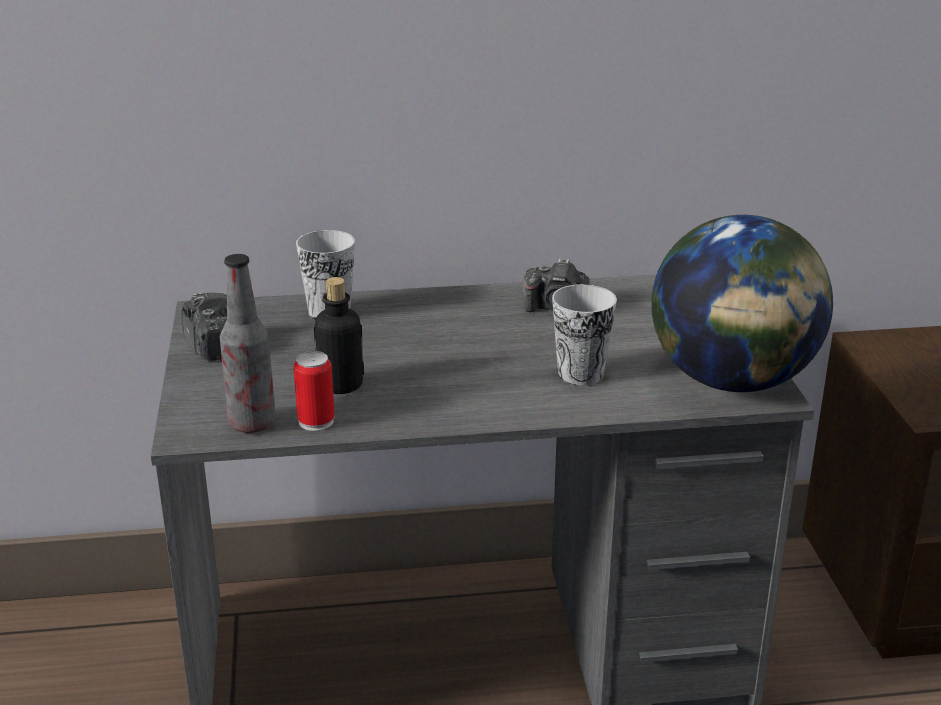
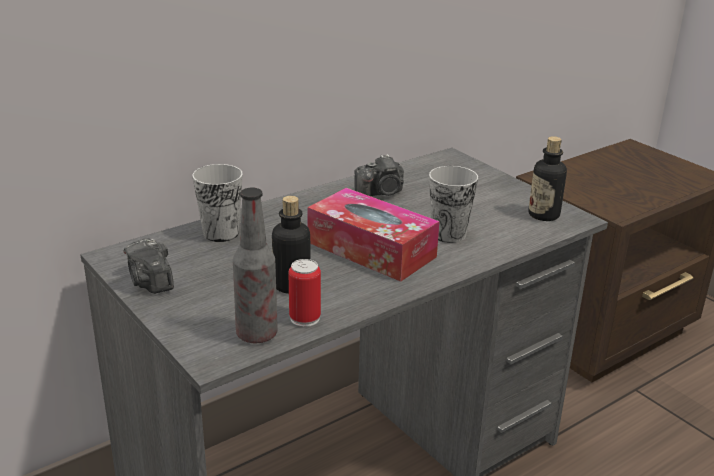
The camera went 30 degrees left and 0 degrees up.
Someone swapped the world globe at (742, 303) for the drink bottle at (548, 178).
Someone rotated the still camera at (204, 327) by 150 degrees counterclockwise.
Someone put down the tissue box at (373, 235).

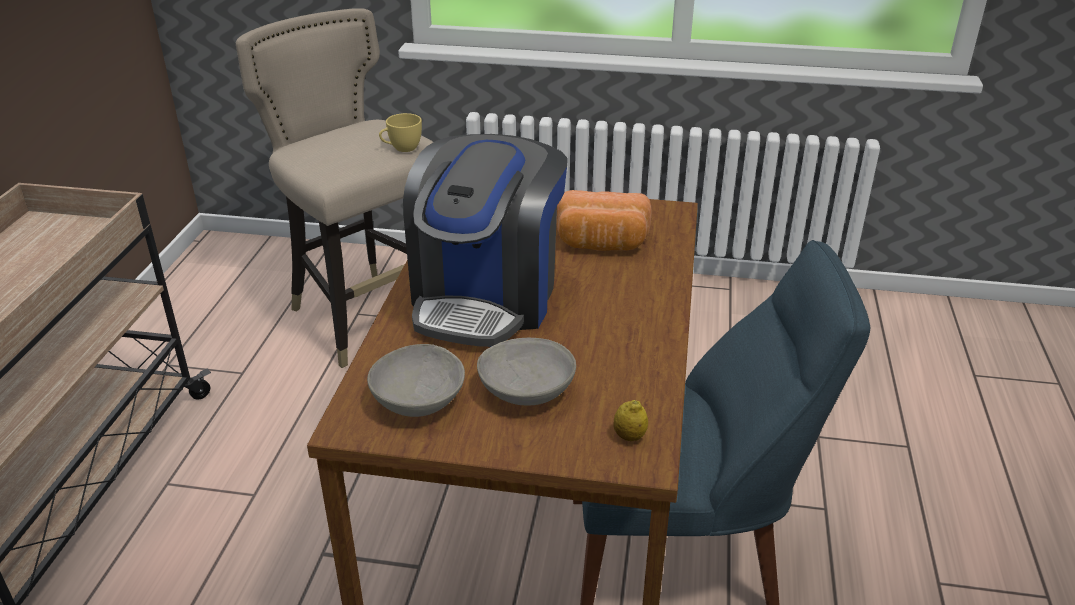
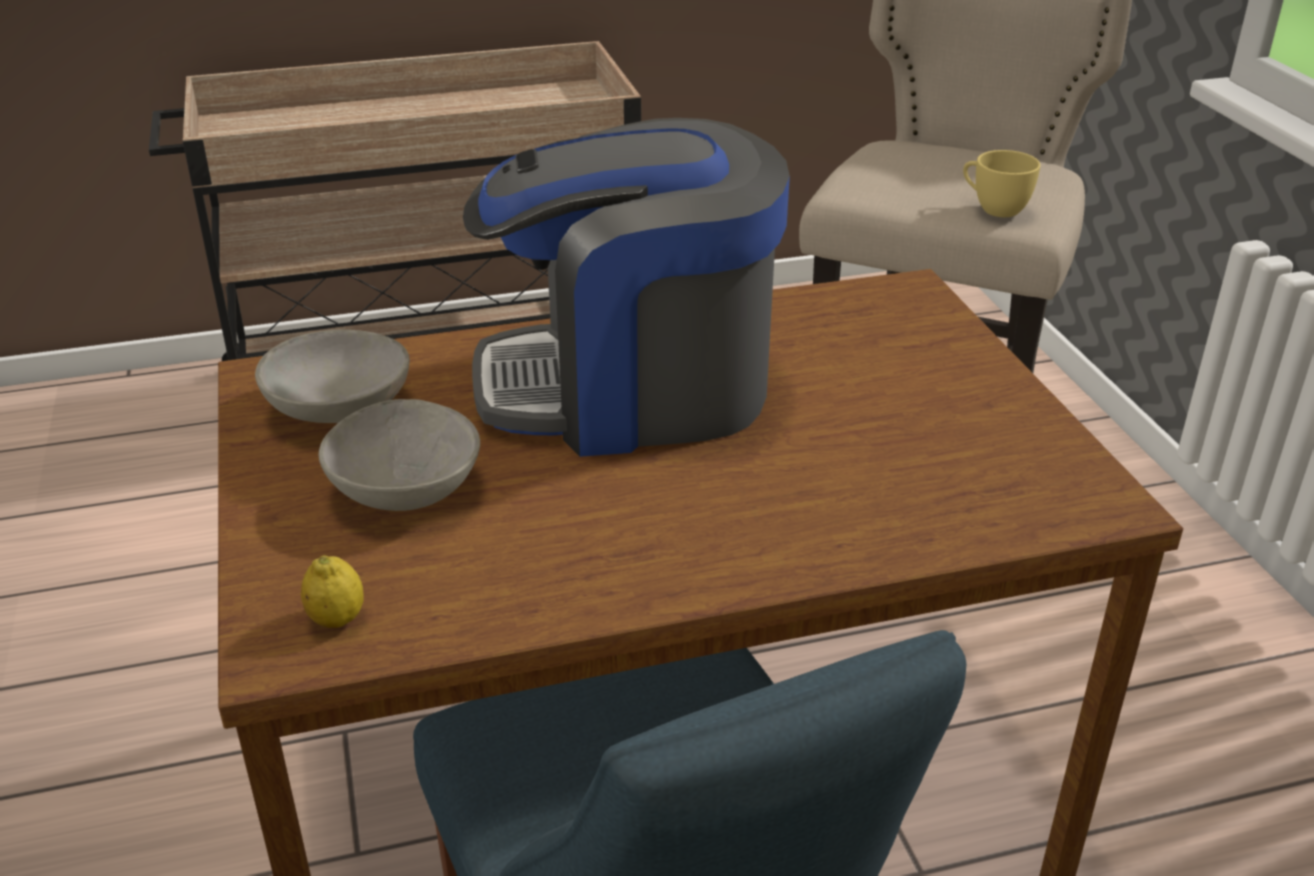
The camera went 65 degrees right and 0 degrees up.
Someone took away the bakery bread at (604, 220).

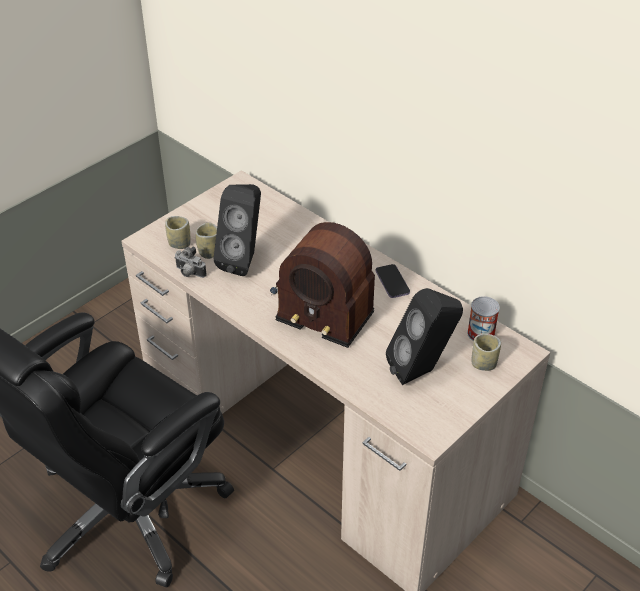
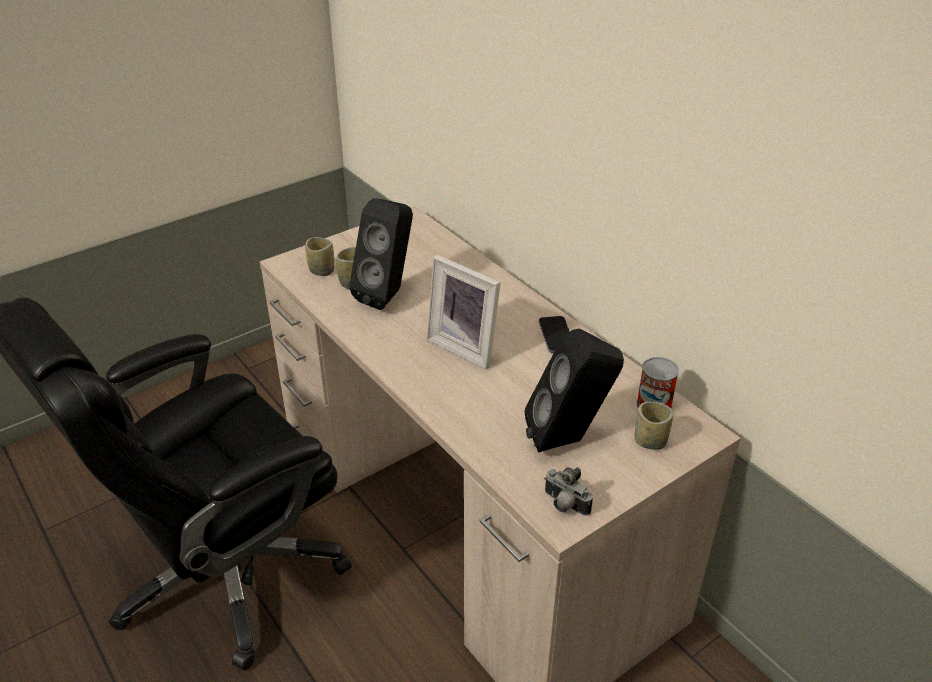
The camera went 10 degrees right and 5 degrees down.
Someone swapped the radio at (322, 285) for the standing frame at (464, 312).
Someone carried the still camera from (190, 262) to (568, 491).

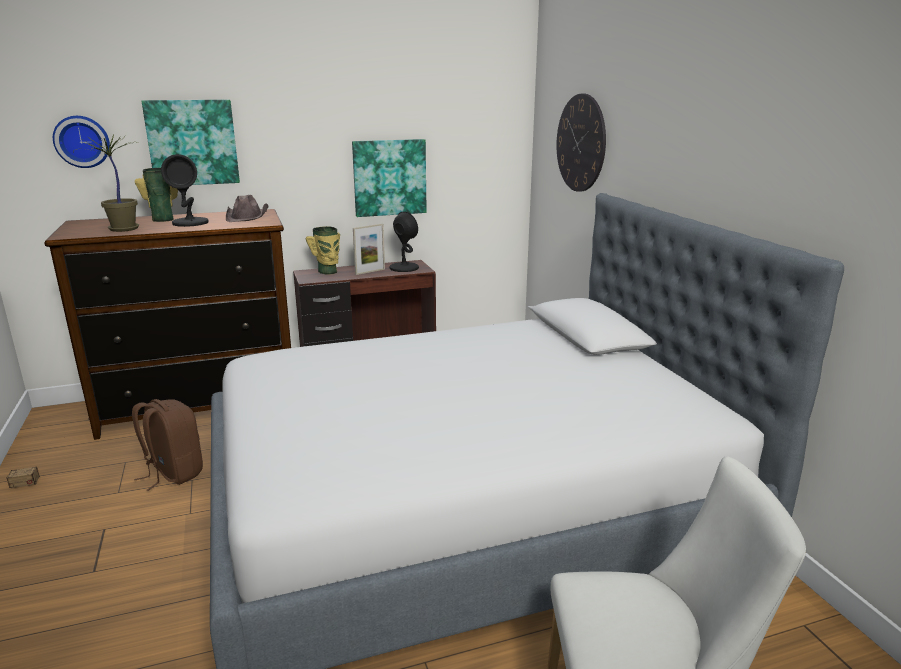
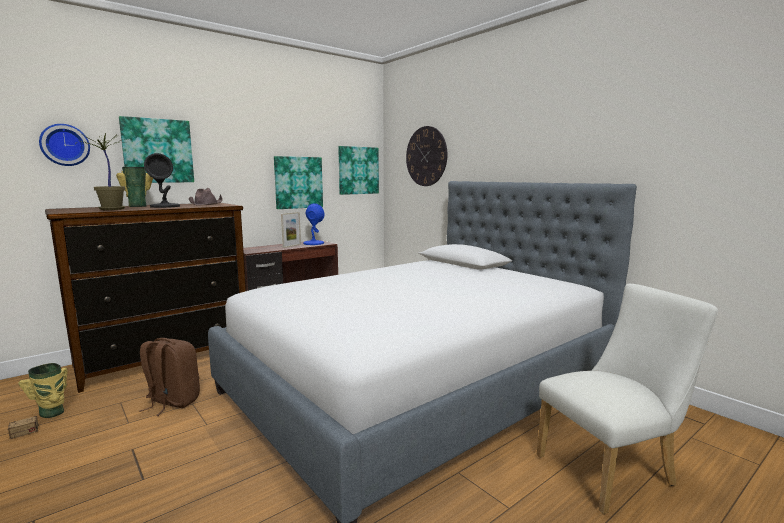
The camera went 20 degrees left and 10 degrees down.
Someone repainted the black lamp for a table at (404, 241), which became the blue lamp for a table at (313, 224).
Someone carried the vase from (323, 250) to (43, 390).
Someone put up the picture at (358, 170).

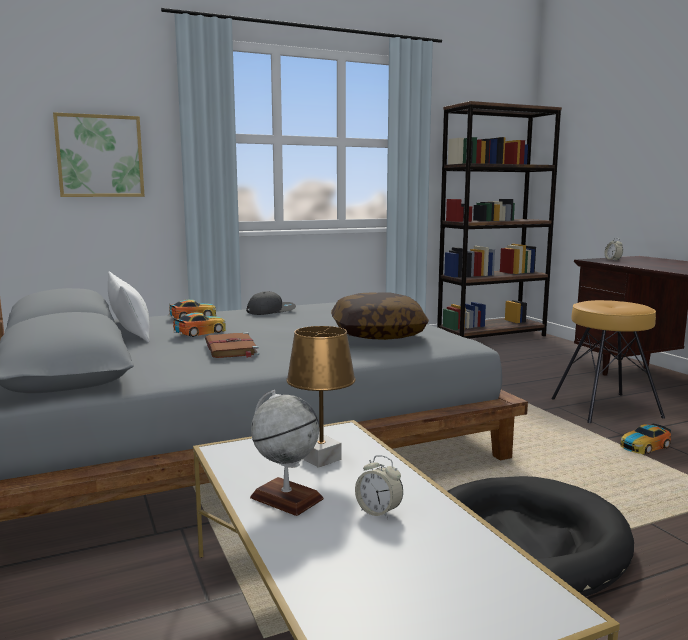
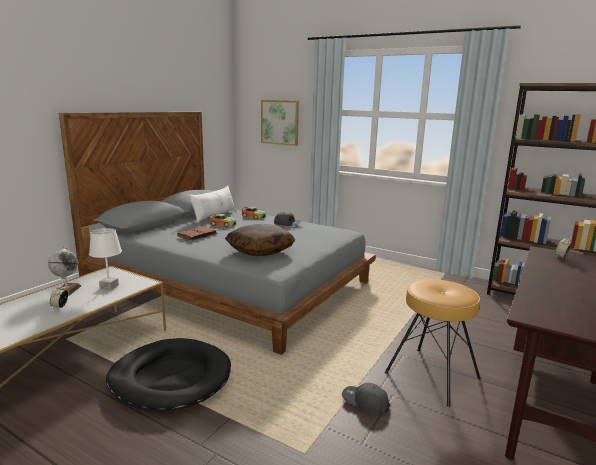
The camera went 55 degrees right and 5 degrees up.
Someone repainted the brownish lamp for a table at (321, 397), which became the white lamp for a table at (105, 259).
Someone swapped the miniature car at (645, 439) for the greyish peaked cap at (365, 398).

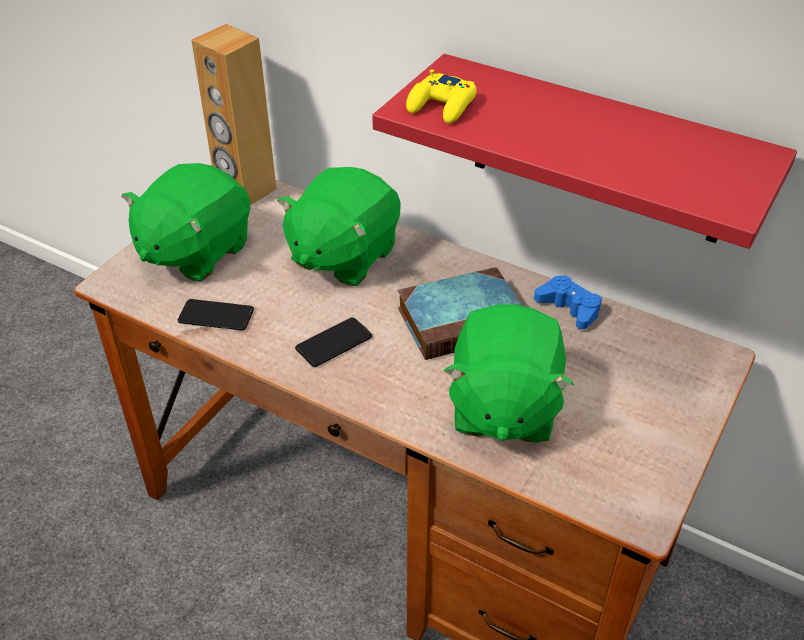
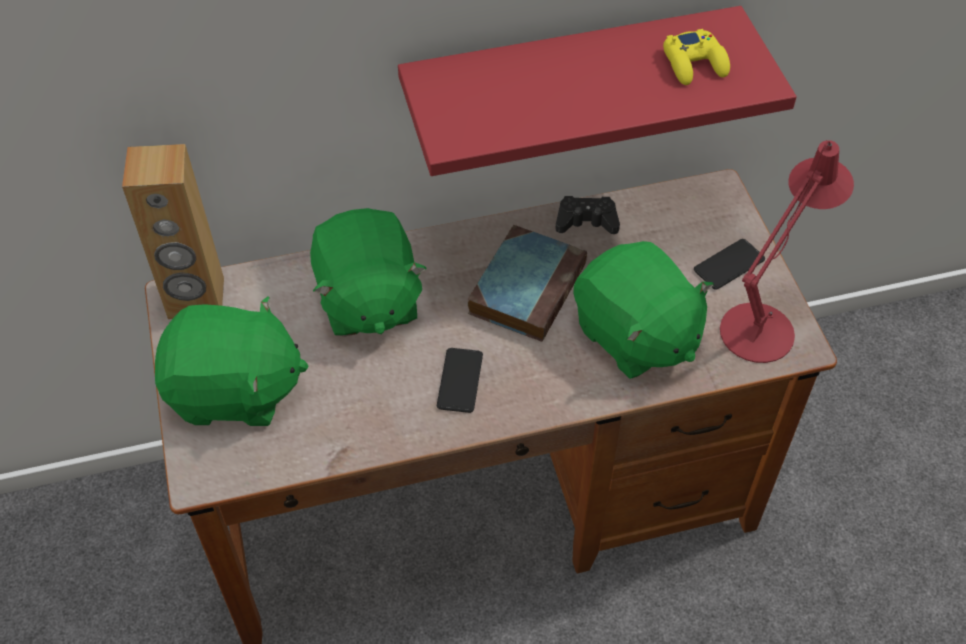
The camera went 45 degrees left and 10 degrees up.
Someone carried the yellow joypad from (441, 96) to (696, 57).
Someone rotated the greenish soft toy at (186, 222) by 75 degrees counterclockwise.
Someone repainted the blue joypad at (568, 302), which became the black joypad at (587, 215).
Someone carried the telephone from (216, 315) to (729, 264).
Someone put down the red-coloured lamp for a table at (787, 251).

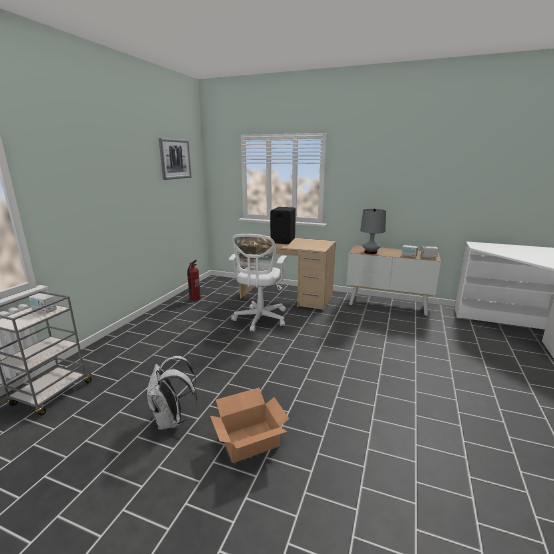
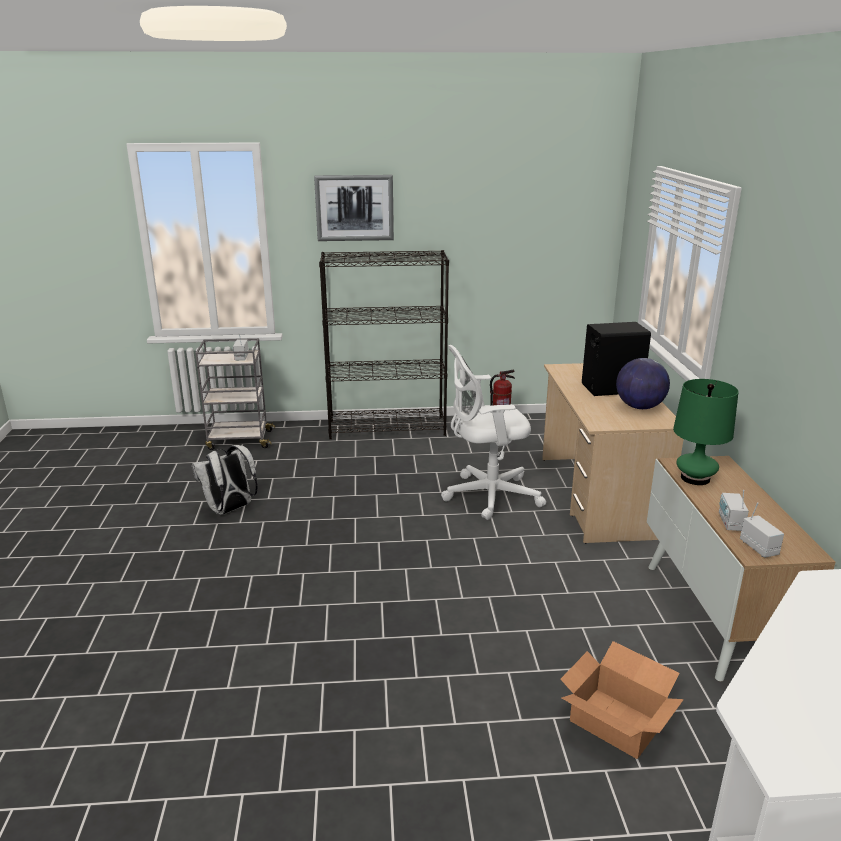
The camera went 65 degrees right and 5 degrees up.
Someone carried the picture from (175, 159) to (354, 208).
Someone repainted the greyish lamp for a table at (373, 231), which became the greenish lamp for a table at (706, 432).
Someone carried the cardboard box from (249, 425) to (622, 700).
Someone put down the black bookshelf at (384, 344).
Someone put down the world globe at (643, 383).

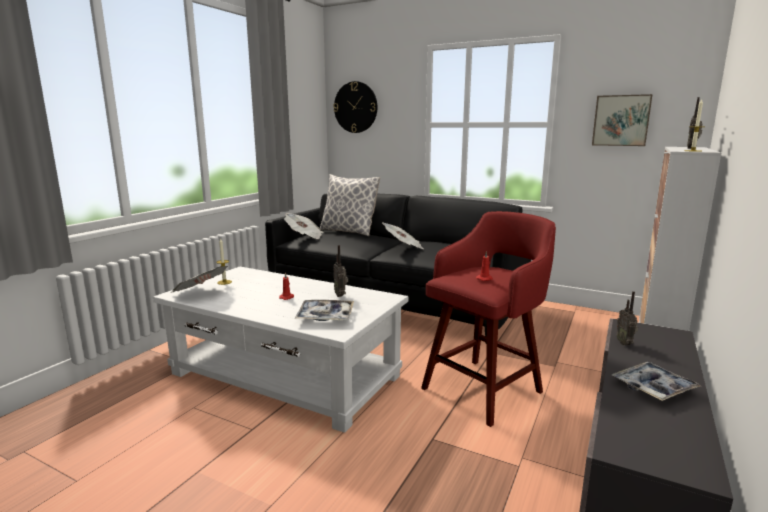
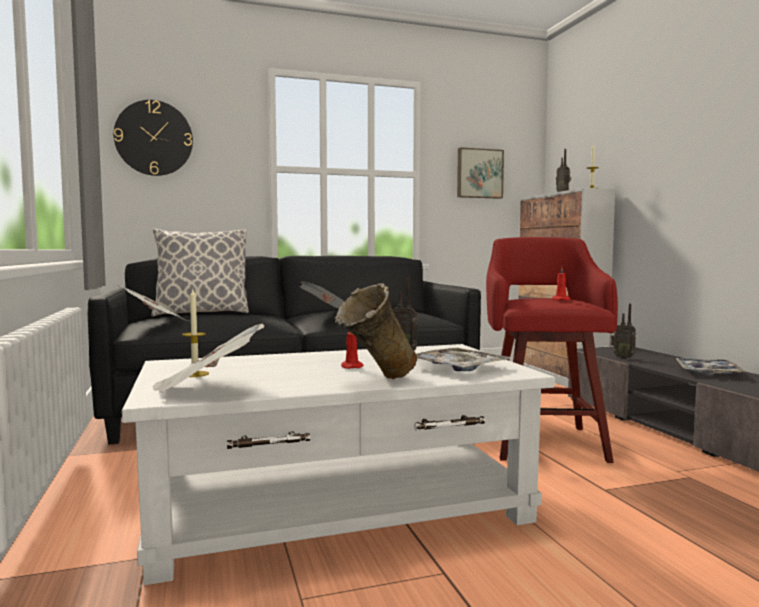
The camera went 45 degrees left and 10 degrees down.
Someone put down the beige-coloured vase at (375, 331).

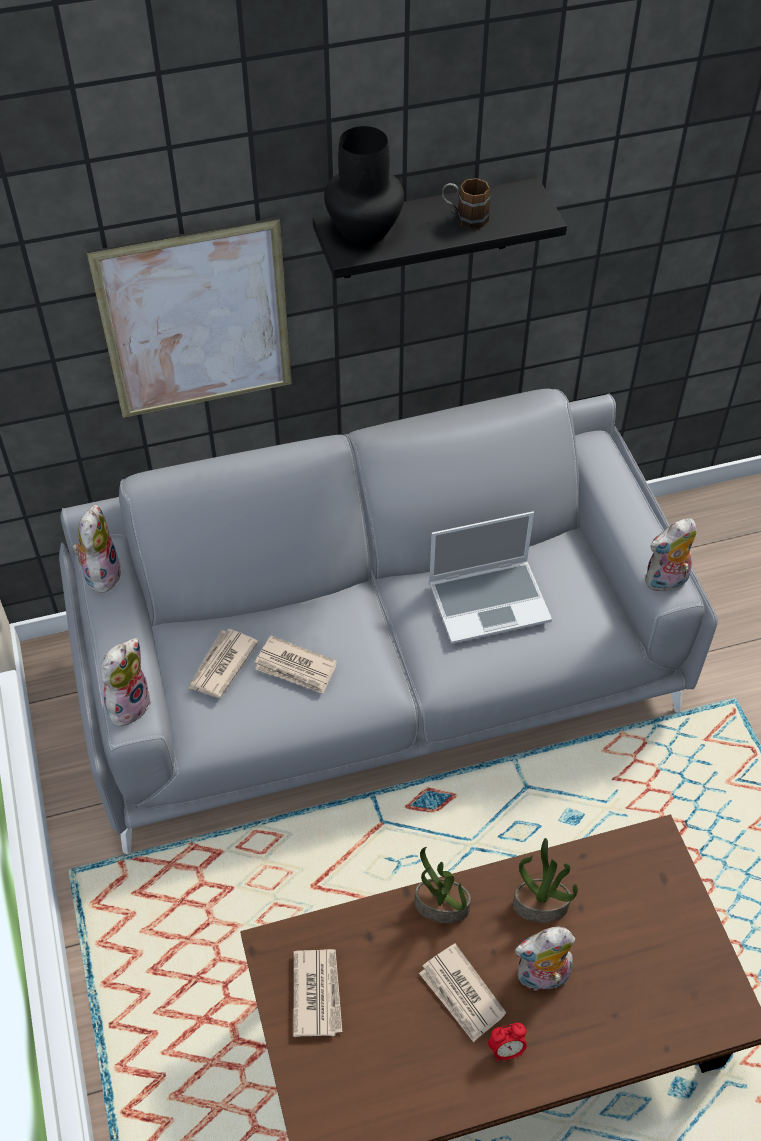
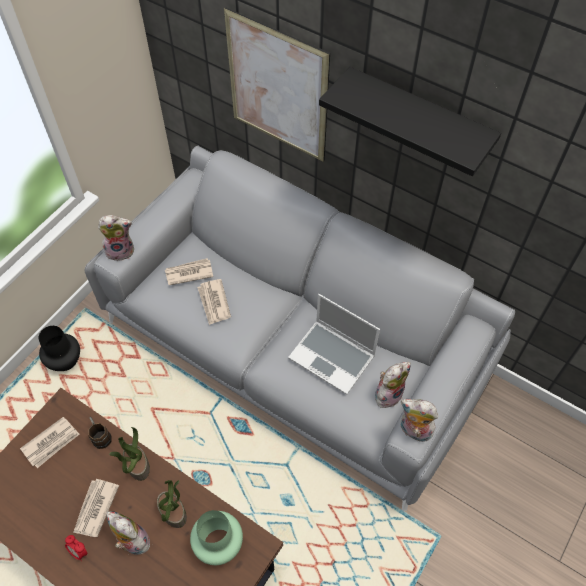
The camera went 50 degrees right and 5 degrees up.
Someone carried the black vase from (364, 185) to (59, 348).
Someone carried the brownish tea mug from (466, 203) to (99, 433).
Someone carried the soft toy from (97, 549) to (393, 385).
Someone put down the greenish vase at (216, 537).

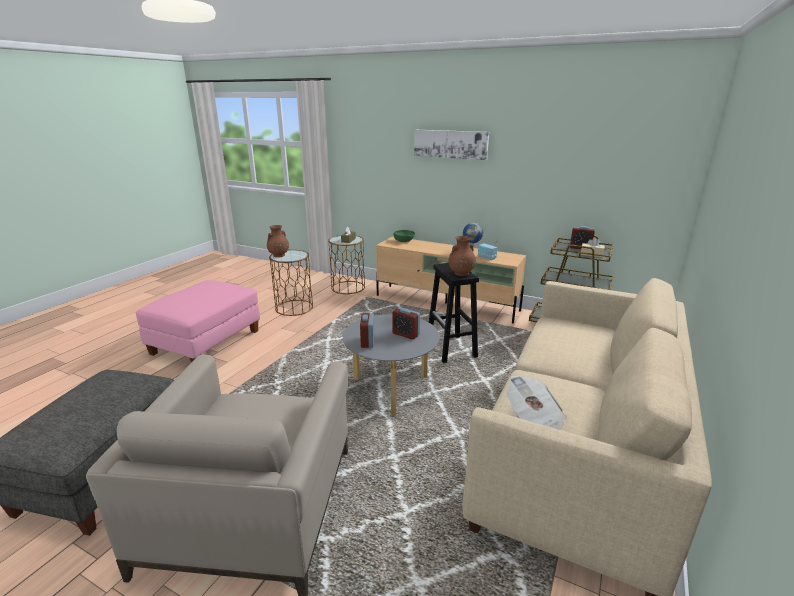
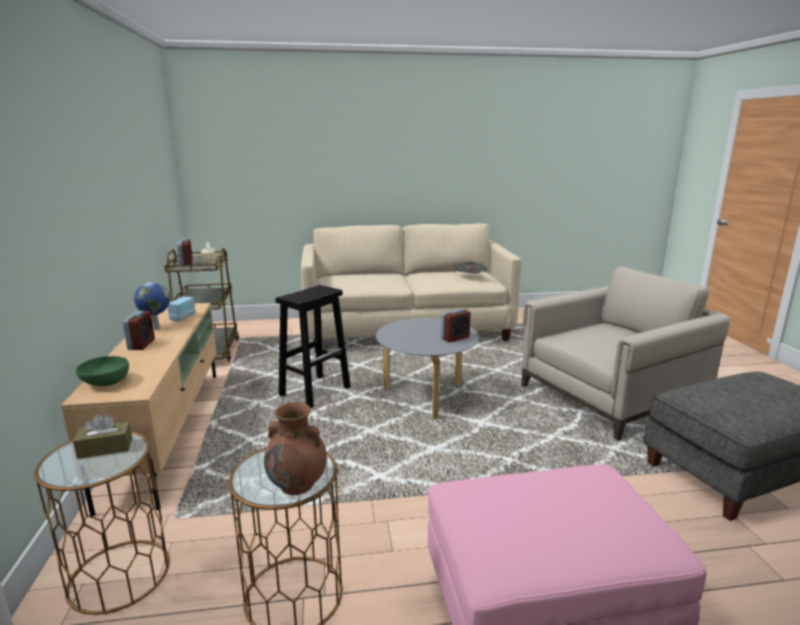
The camera went 125 degrees left and 5 degrees down.
Someone took away the picture at (451, 145).
Someone took away the brownish vase at (462, 256).
Someone carried the bedside clock from (406, 323) to (139, 330).

